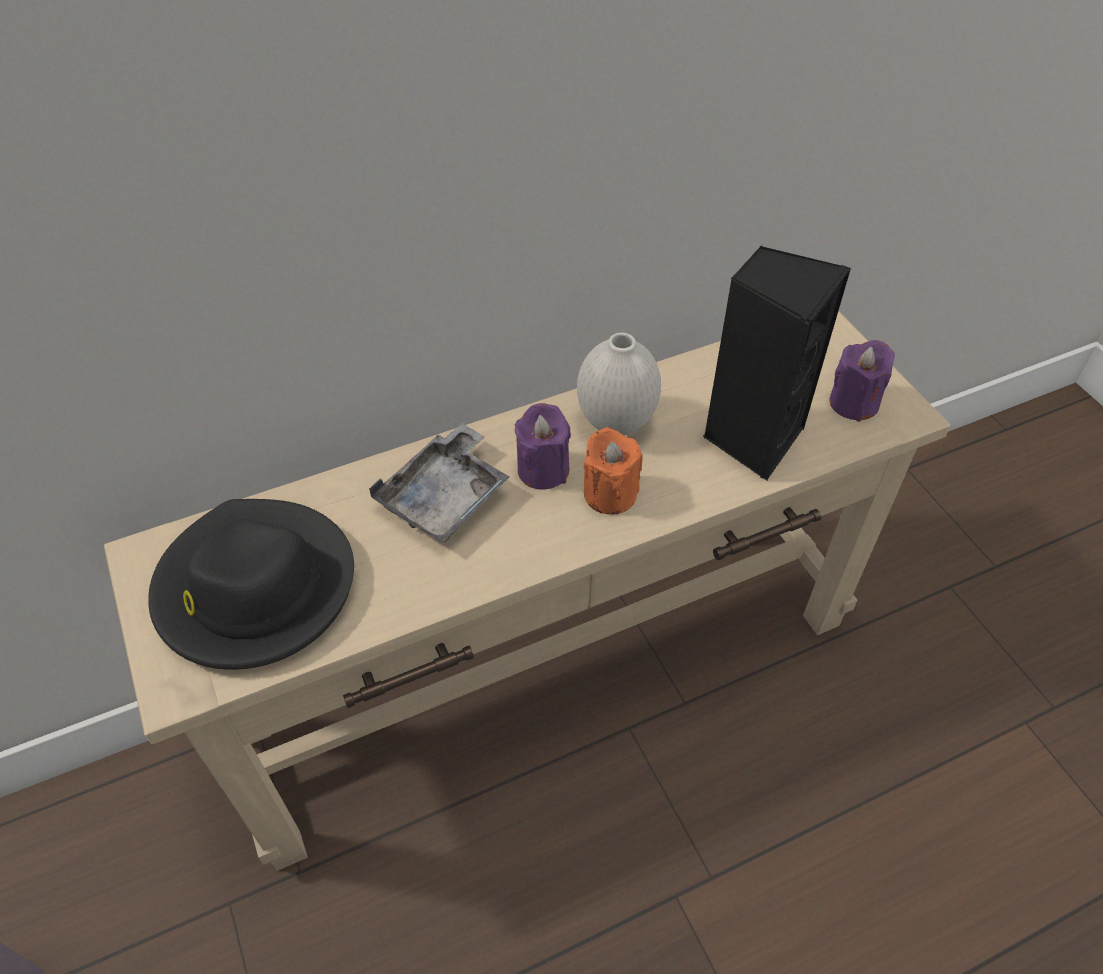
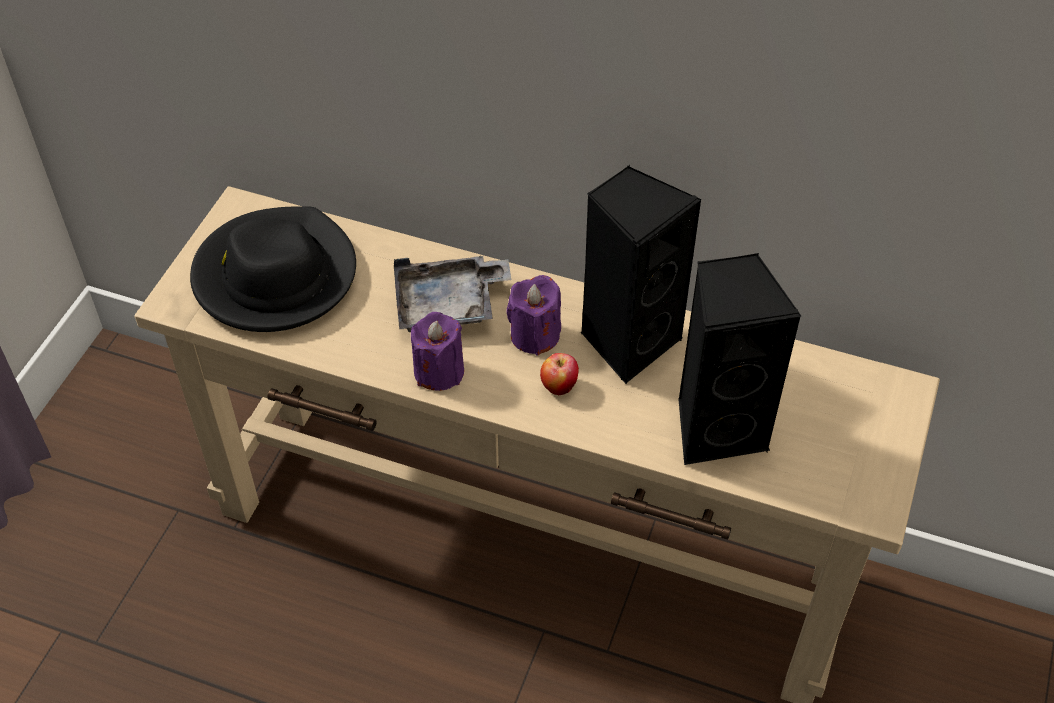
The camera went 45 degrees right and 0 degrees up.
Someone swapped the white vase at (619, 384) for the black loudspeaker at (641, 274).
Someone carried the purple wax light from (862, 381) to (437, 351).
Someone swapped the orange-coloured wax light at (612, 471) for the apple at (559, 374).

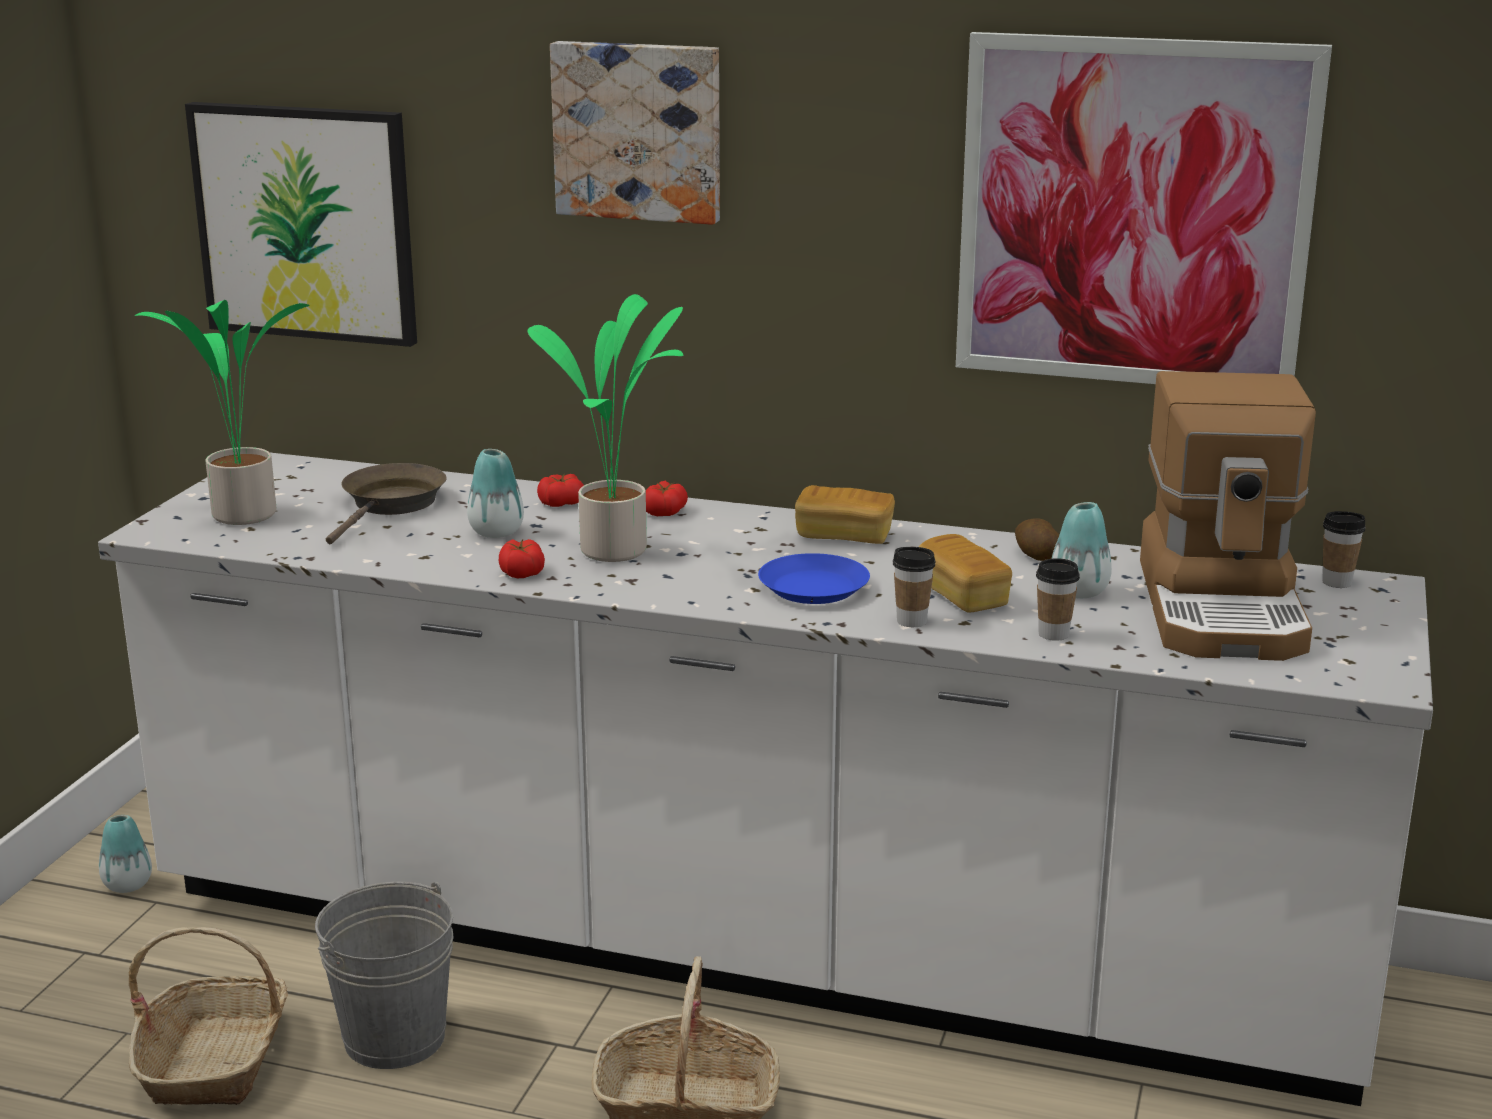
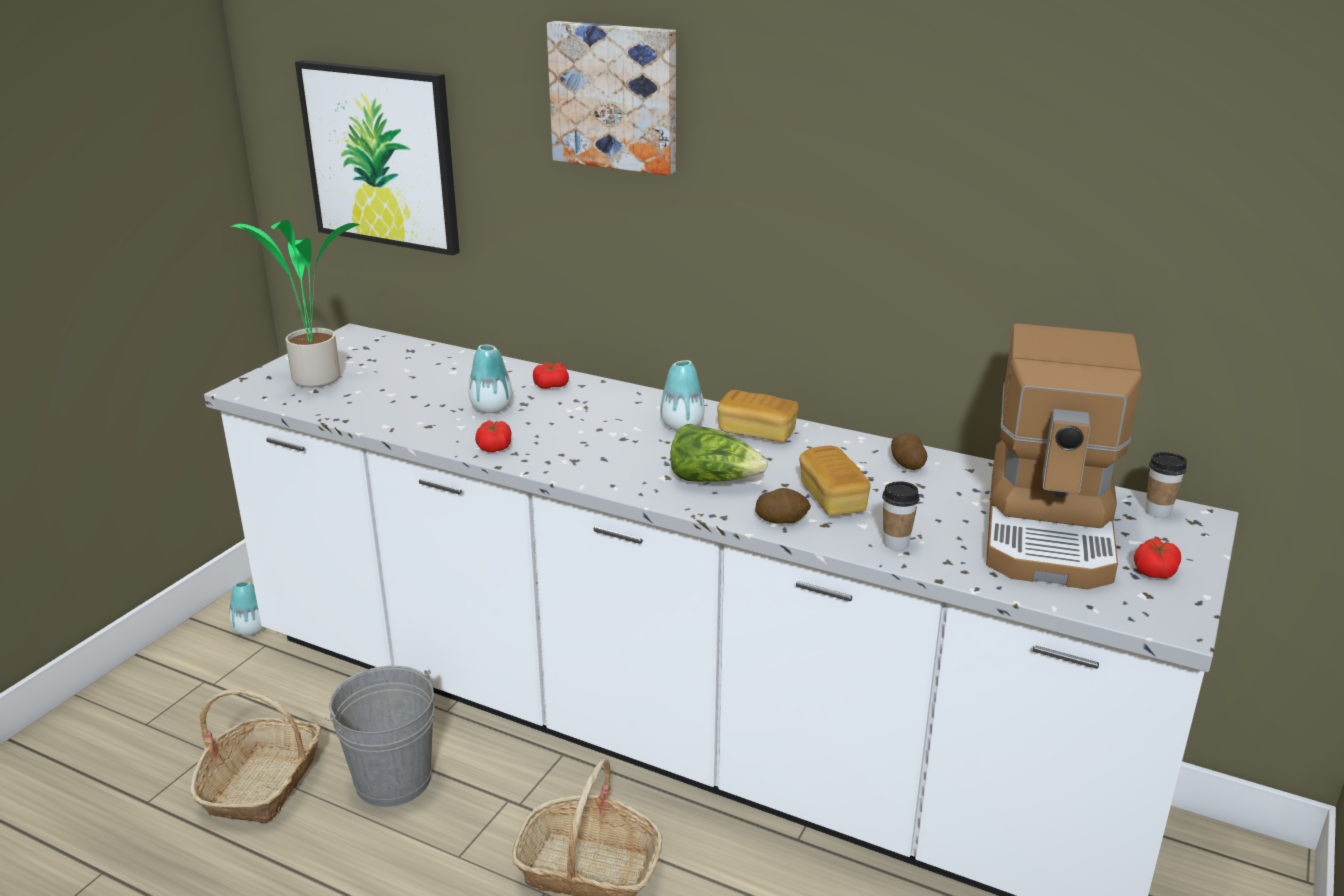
The camera went 10 degrees right and 5 degrees up.
Someone took away the picture at (1144, 208).
Someone took away the houseplant at (605, 428).
Someone took away the brownish skillet at (386, 503).
Someone carried the whole tomato from (667, 498) to (1157, 558).
Someone carried the vase from (1082, 550) to (682, 395).
Someone swapped the drinking cup at (914, 587) for the potato at (783, 506).
Someone swapped the blue flat dish at (814, 578) for the lettuce head at (719, 453).

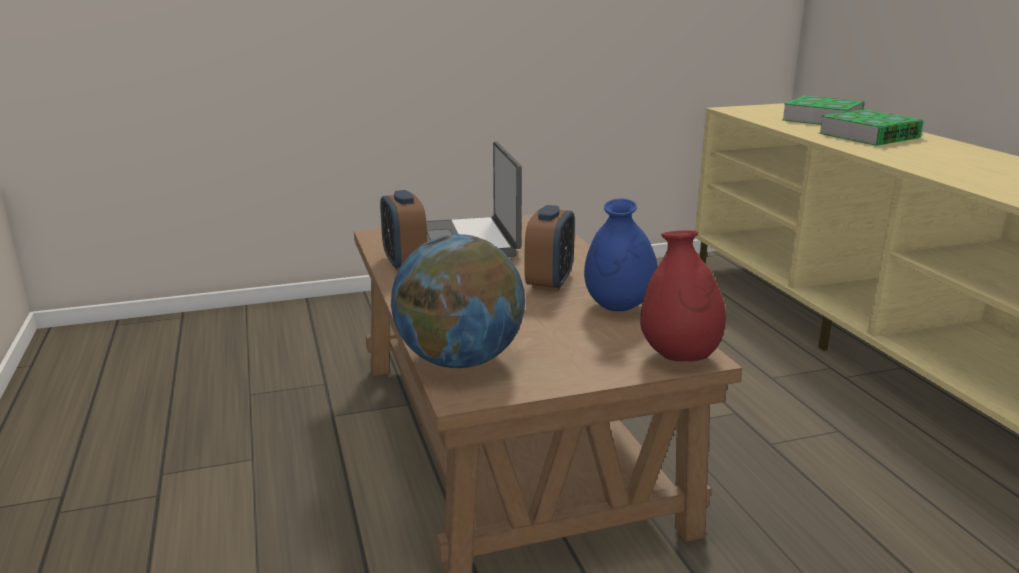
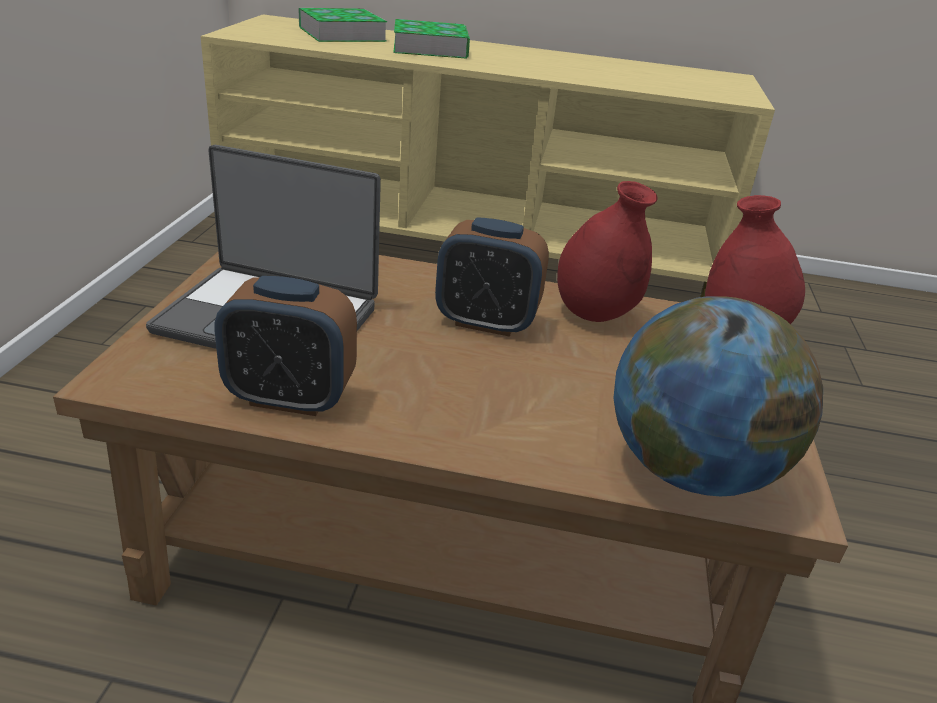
The camera went 65 degrees left and 10 degrees up.
Someone repainted the blue vase at (621, 254), which became the red-coloured vase at (607, 251).
Someone rotated the bedside clock at (549, 248) by 150 degrees clockwise.

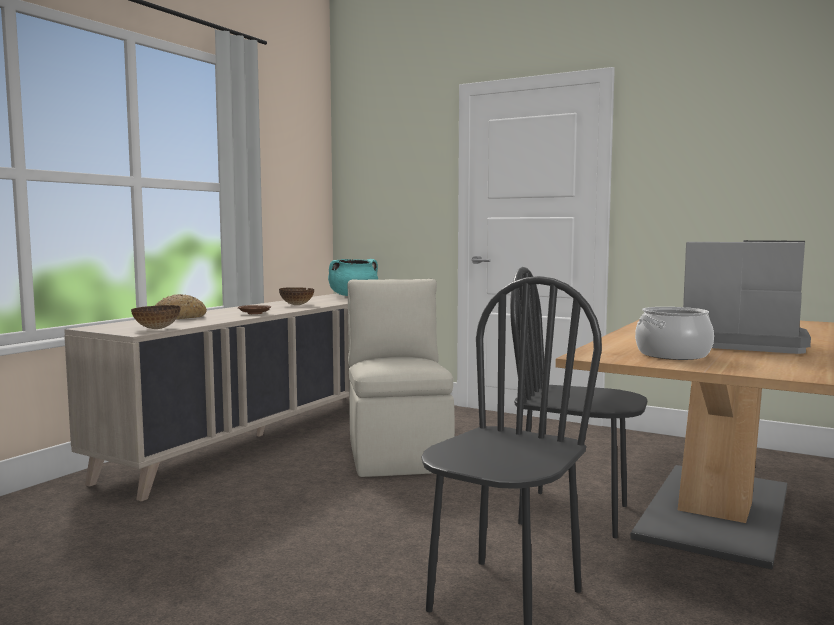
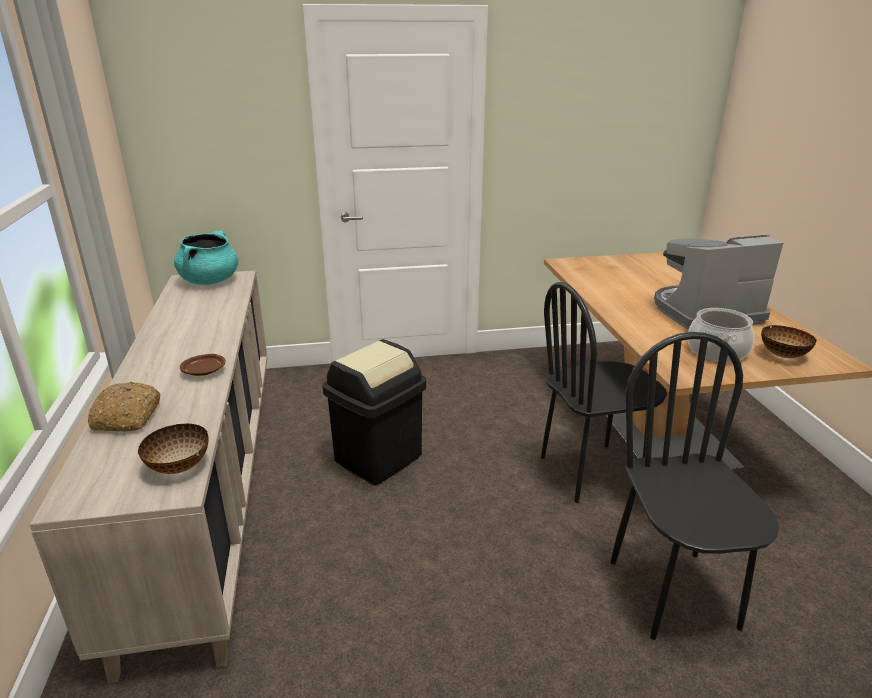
The camera went 40 degrees left and 20 degrees up.
Someone swapped the beige-coloured plain chair at (401, 378) for the black waste bin at (374, 412).
Someone carried the bowl from (296, 296) to (789, 341).

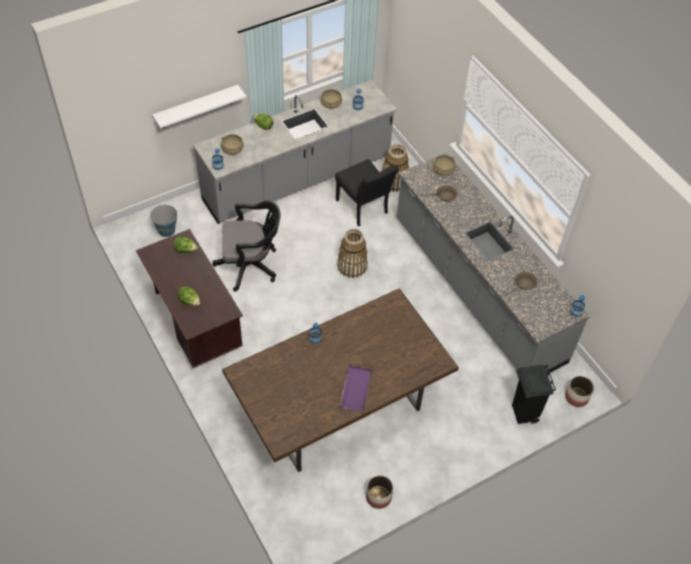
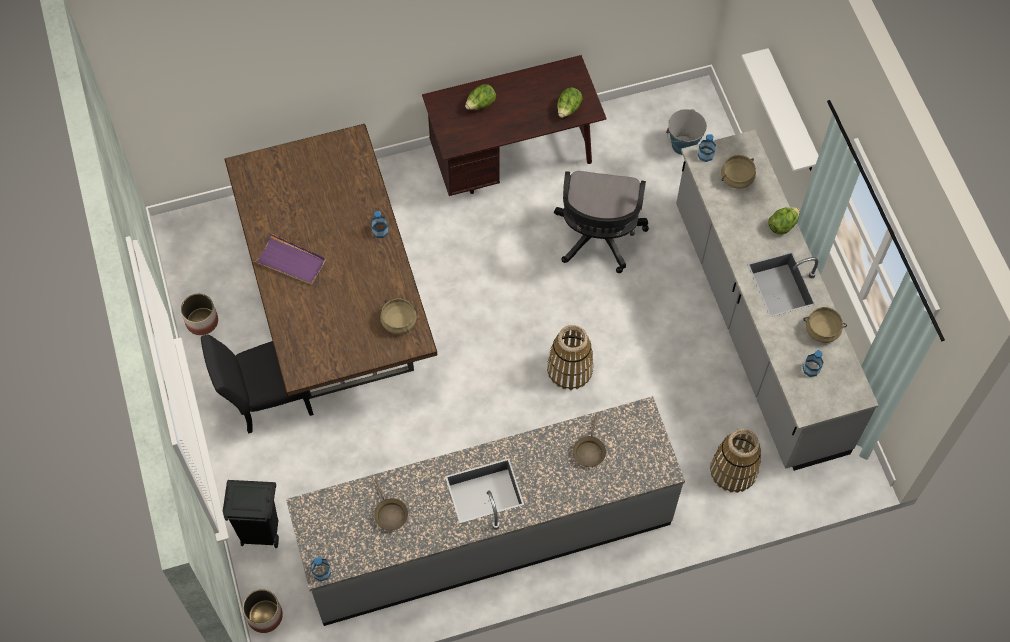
The camera went 105 degrees right and 10 degrees up.
Someone carried the beige-coloured saucepot from (444, 165) to (398, 316).
Someone carried the black plain chair from (367, 193) to (257, 384).

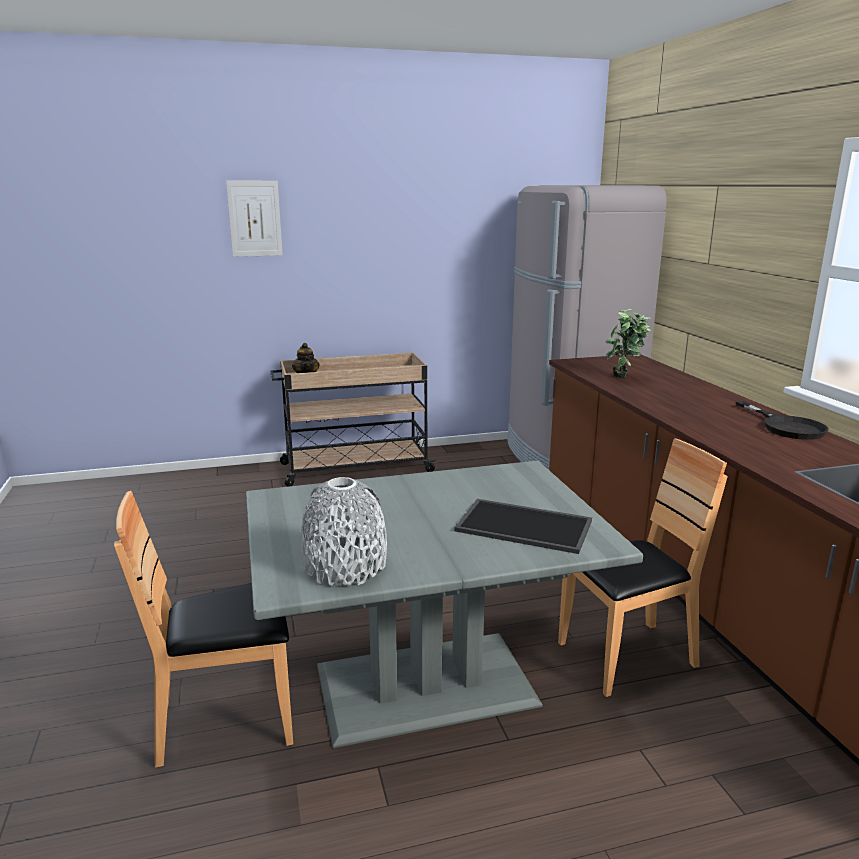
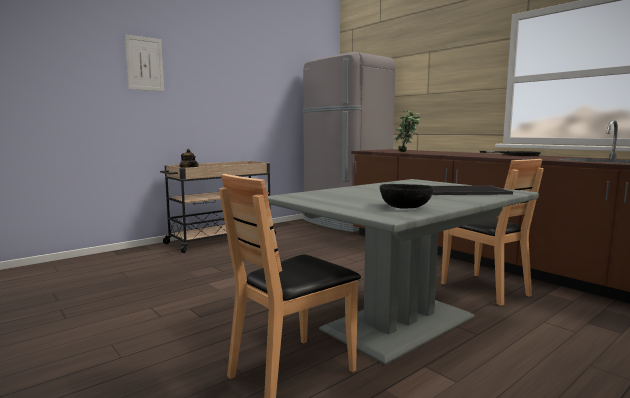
The camera went 25 degrees left and 10 degrees down.
Someone rotated the brownish plain chair at (643, 567) by 105 degrees clockwise.
Someone swapped the greyish vase at (344, 531) for the black bowl at (406, 196).

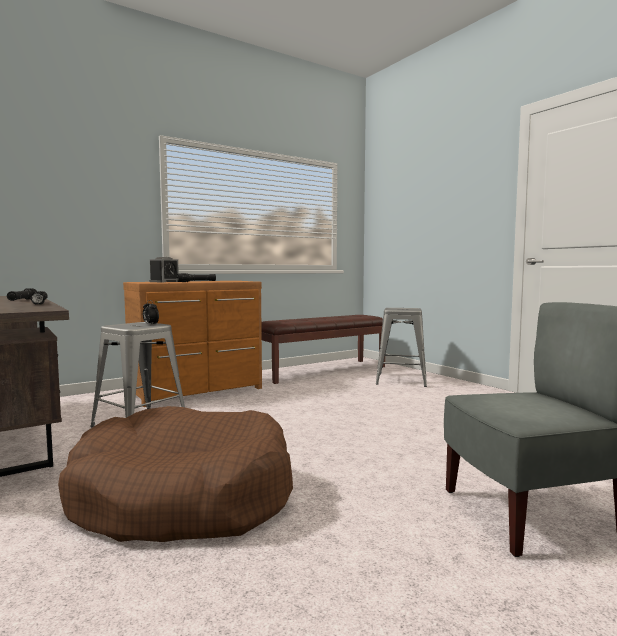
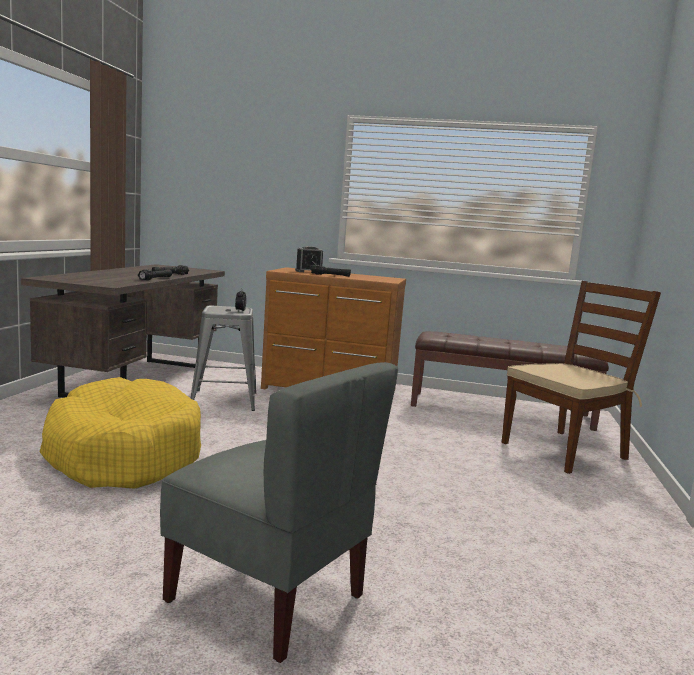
The camera went 45 degrees right and 5 degrees up.
Someone swapped the greyish sitting stool at (401, 347) for the brownish plain chair at (581, 377).
Someone repainted the brownish pet bed at (175, 474), which became the yellow pet bed at (120, 433).

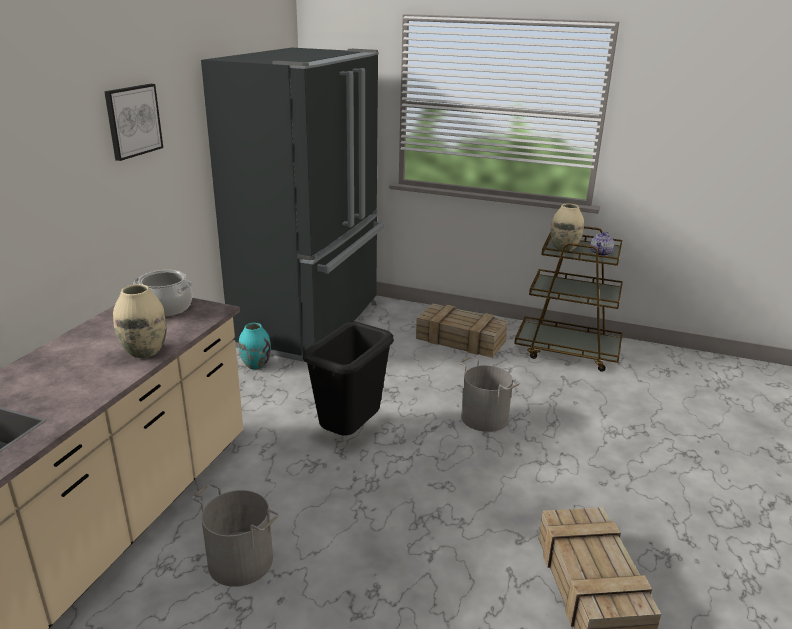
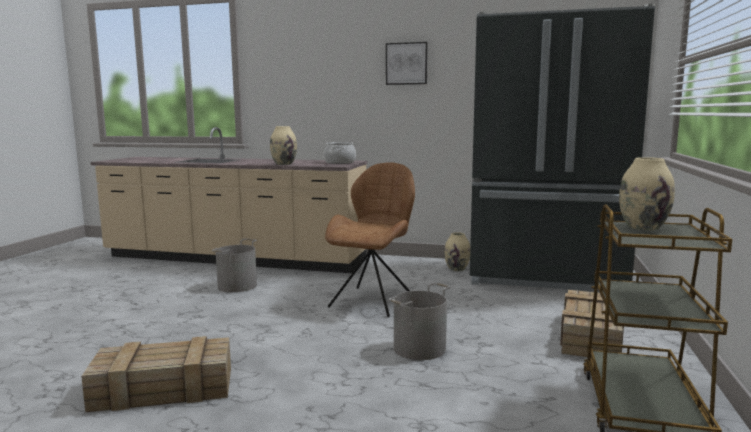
The camera went 85 degrees right and 15 degrees down.
Someone took away the tea pot at (602, 244).
Someone swapped the black waste bin at (348, 378) for the brownish plain chair at (370, 239).
Someone repainted the turquoise vase at (255, 346), which became the beige-coloured vase at (457, 251).

